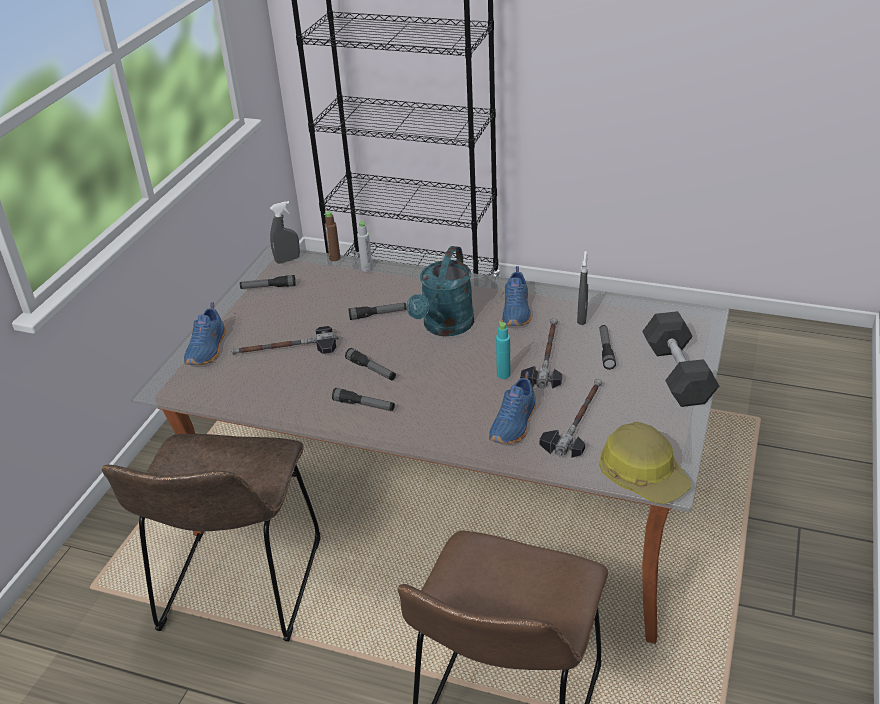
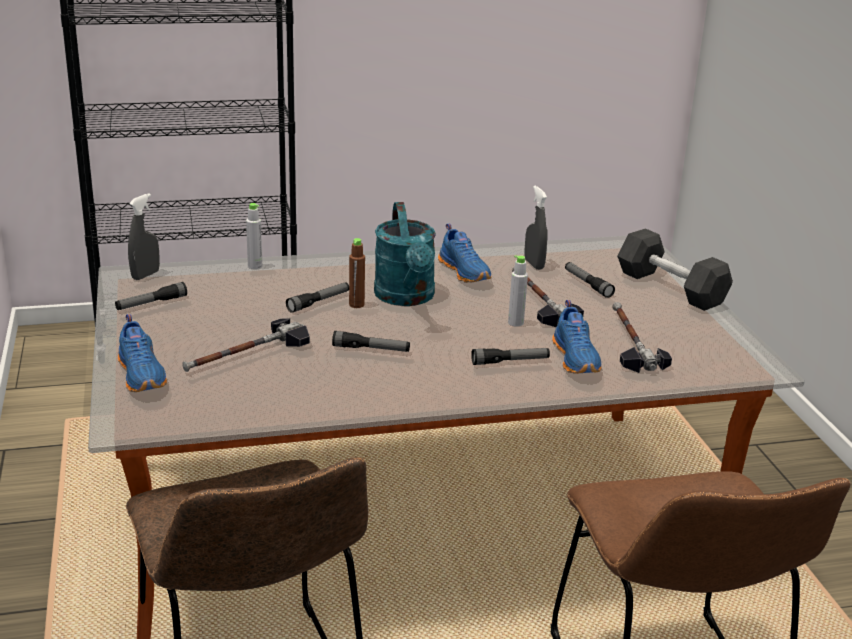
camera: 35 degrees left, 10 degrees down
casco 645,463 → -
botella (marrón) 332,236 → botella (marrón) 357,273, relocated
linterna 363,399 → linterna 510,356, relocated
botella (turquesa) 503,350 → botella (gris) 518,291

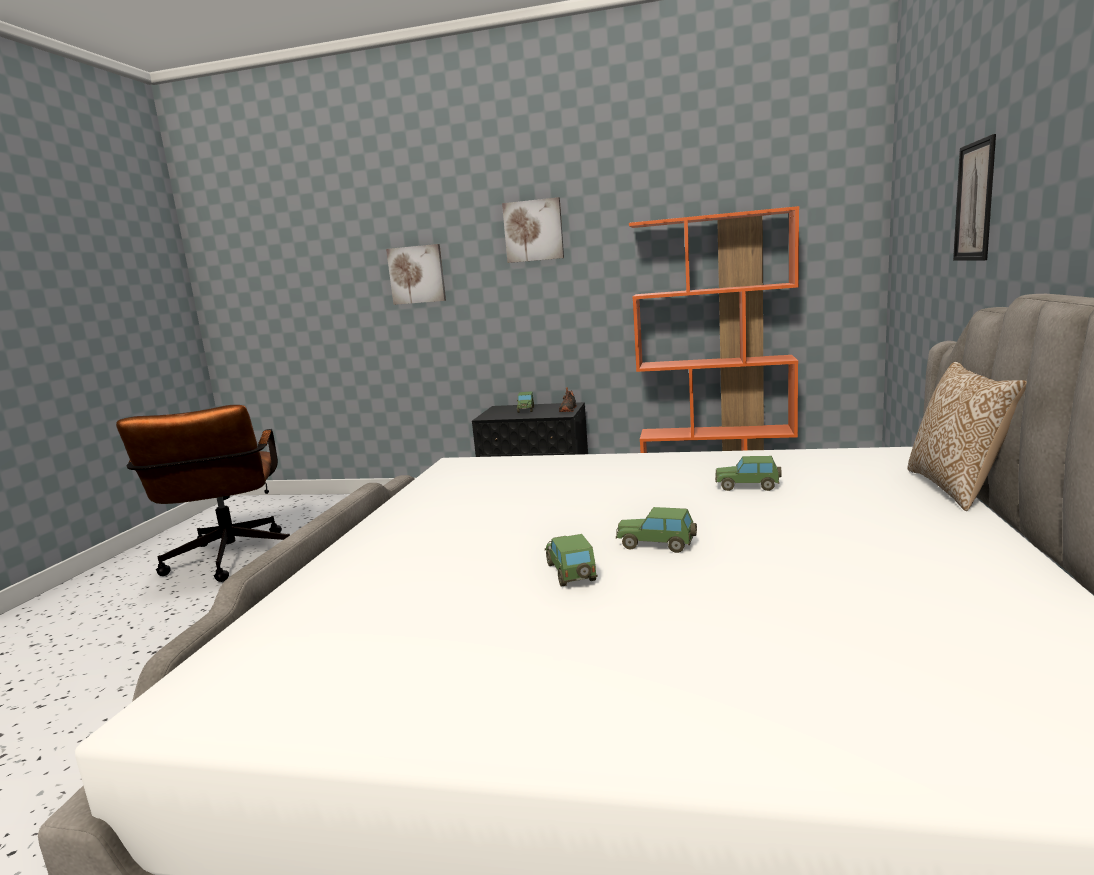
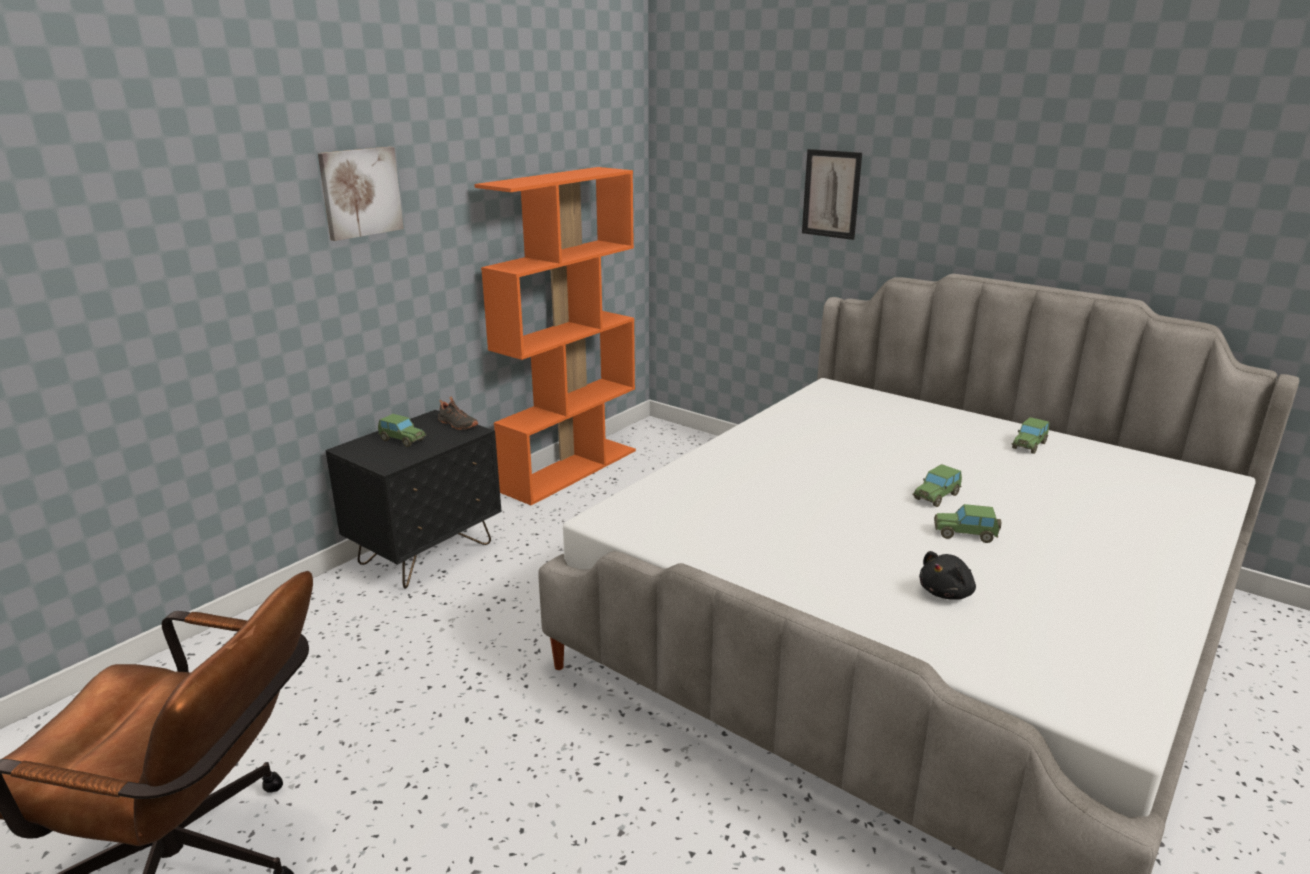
camera: 65 degrees left, 10 degrees up
cuadro 416,274 → -
cojín 967,436 → -
- → peluche (negro) 947,575
coche de juguete 748,473 → coche de juguete 1030,435, relocated

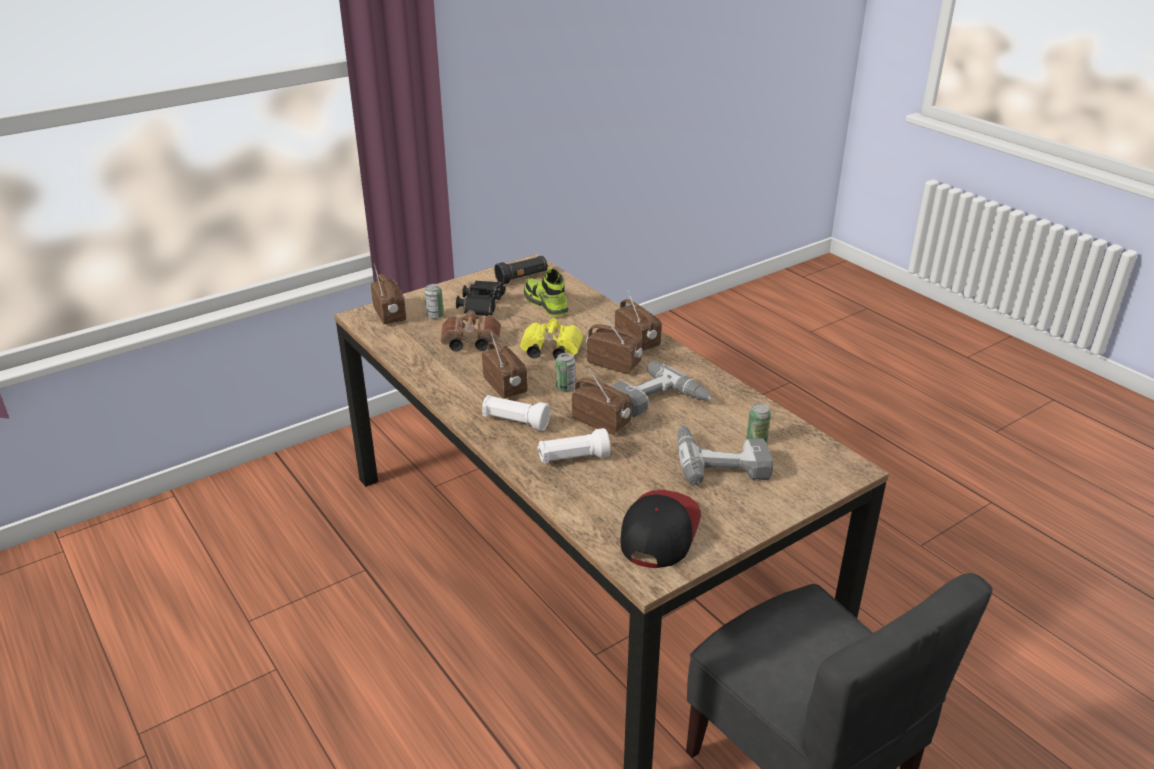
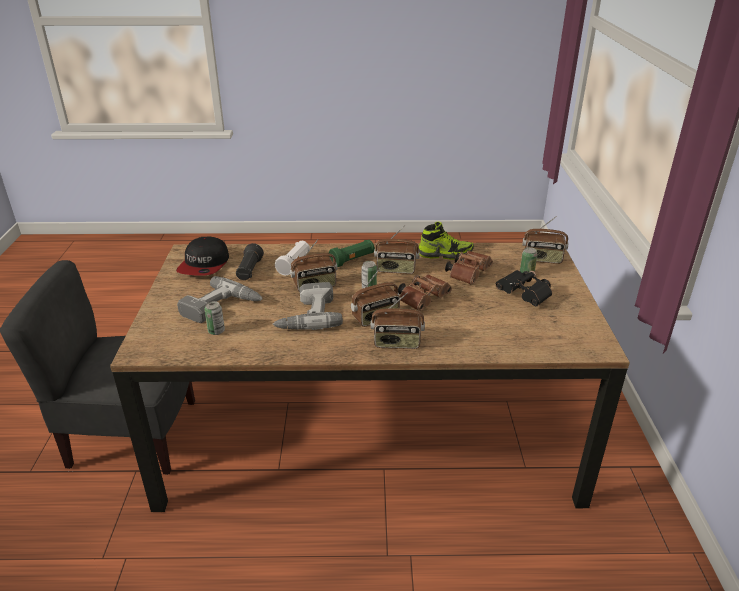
camera: 125 degrees right, 0 degrees up
linterna (negro) 521,270 → linterna (negro) 250,261, relocated
zapato 546,292 → zapato 446,240, relocated
linterna (blanco) 516,413 → linterna (verde) 352,253
prismáticos (amarillo) 552,338 → prismáticos (marrón) 425,292
gorra 660,529 → gorra 202,256, 45 degrees clockwise

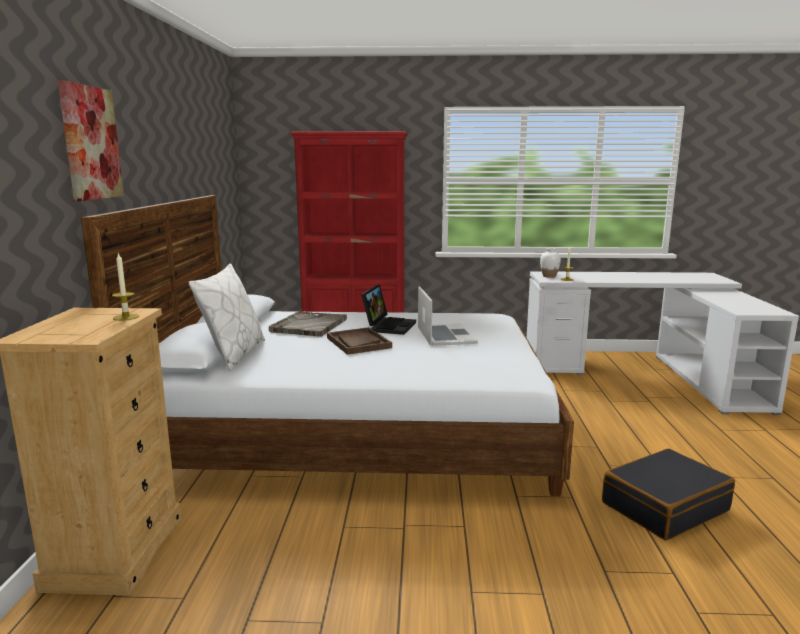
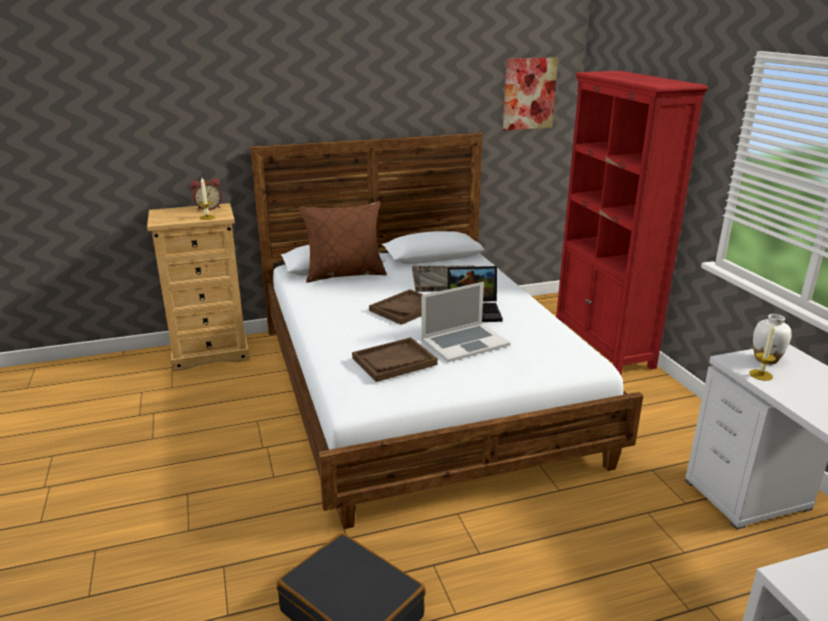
camera: 70 degrees right, 10 degrees up
- → despertador 206,194
- → bandeja (marrón) 395,359
cuadro 91,140 → cuadro 530,94, relocated
cojín (blanco) 227,317 → cojín (marrón) 343,242

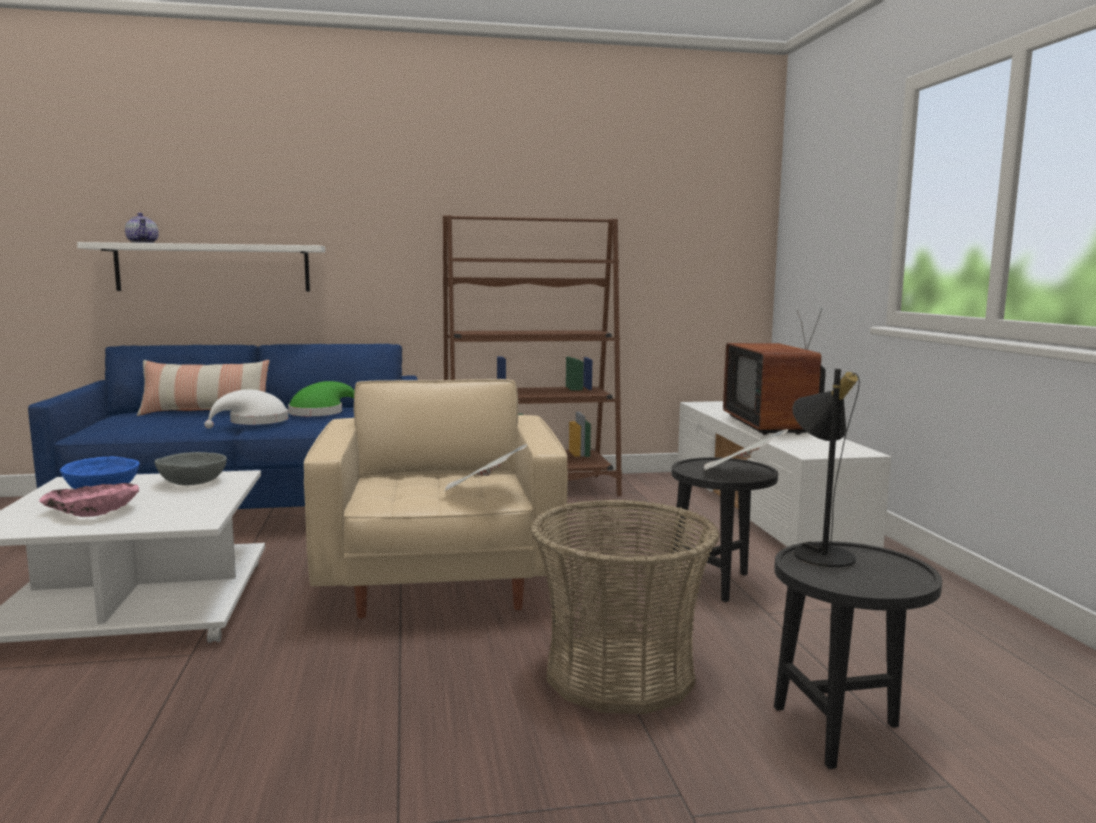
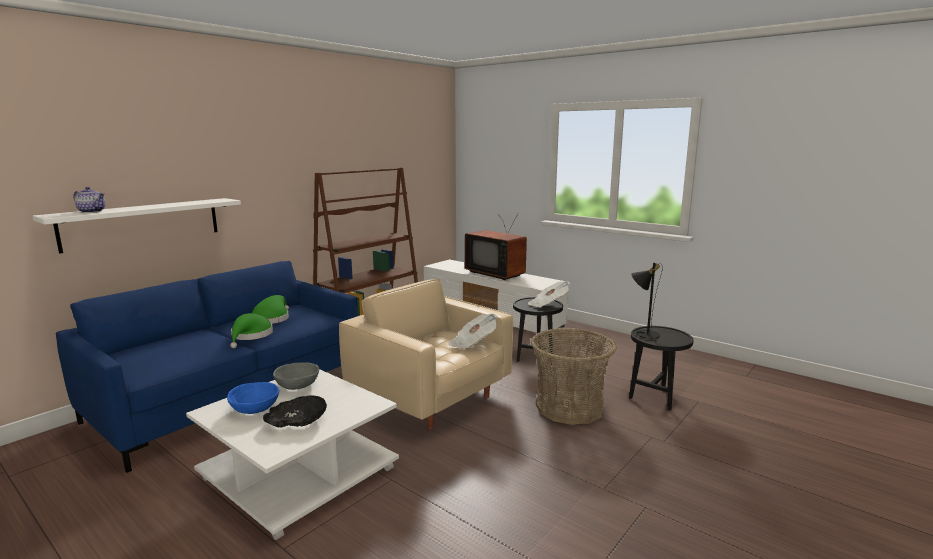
camera: 40 degrees left, 5 degrees up
cojín 203,388 → -
cuenco (rosa) 89,500 → cuenco (negro) 295,411
sombrero (blanco) 246,408 → sombrero (verde) 251,330

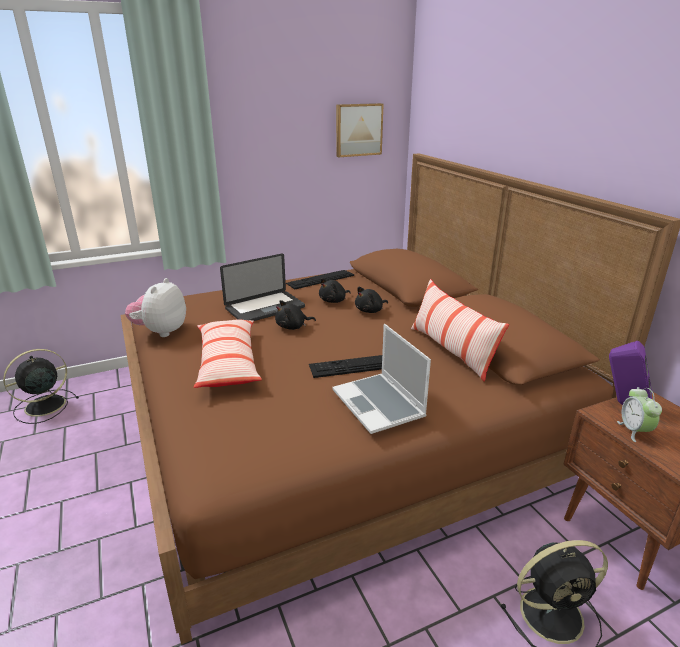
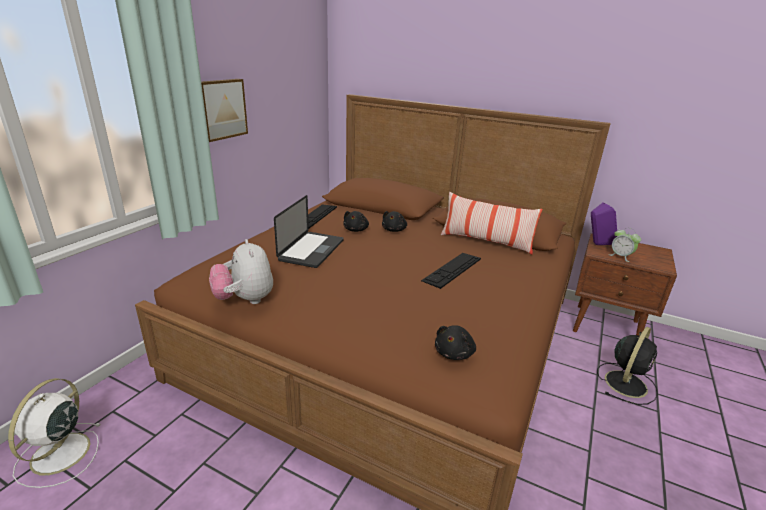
camera: 40 degrees left, 0 degrees up
cojín 228,353 → -
portátil 381,379 → -
peluche (negro) 295,315 → peluche (negro) 455,342, relocated
cuadro 360,130 → cuadro 224,110, relocated
ventilador (negro) 41,386 → ventilador (blanco) 54,433

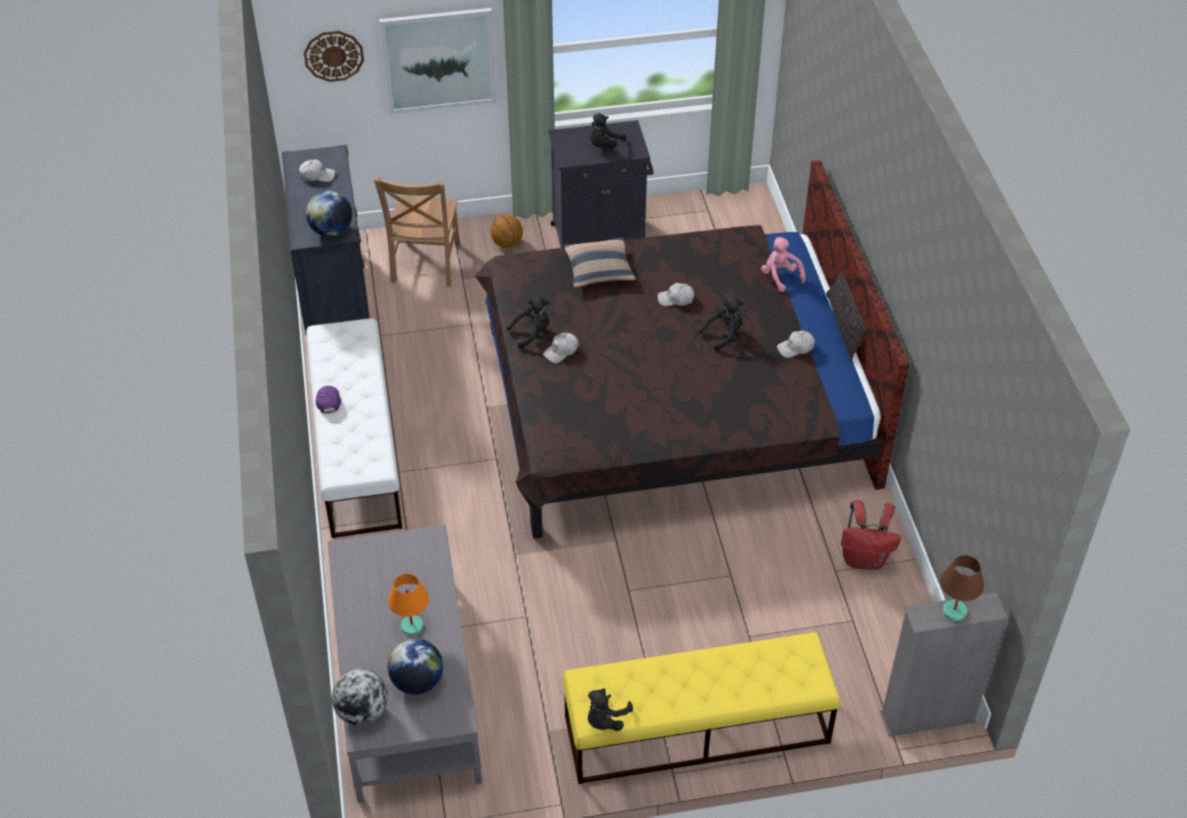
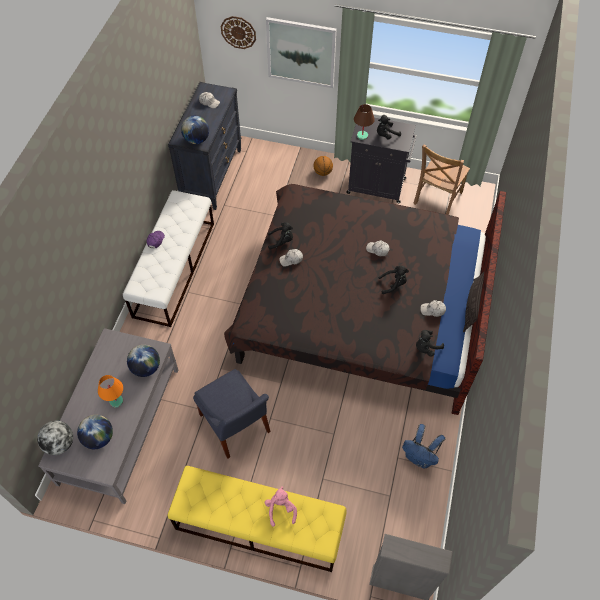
camera: 25 degrees right, 10 degrees up
cojín 600,262 → -
- → globo terráqueo 143,361
- → silla (azul) 232,414
silla (marrón) 417,232 → silla (marrón) 441,179, relocated
peluche (negro) 610,709 → peluche (negro) 430,343, relocated
peluche (rosa) 783,264 → peluche (rosa) 281,507, relocated
lámpara de mesa (marrón) 962,588 → lámpara de mesa (marrón) 364,122, relocated
mochila (rojo) 871,535 → mochila (azul) 423,446

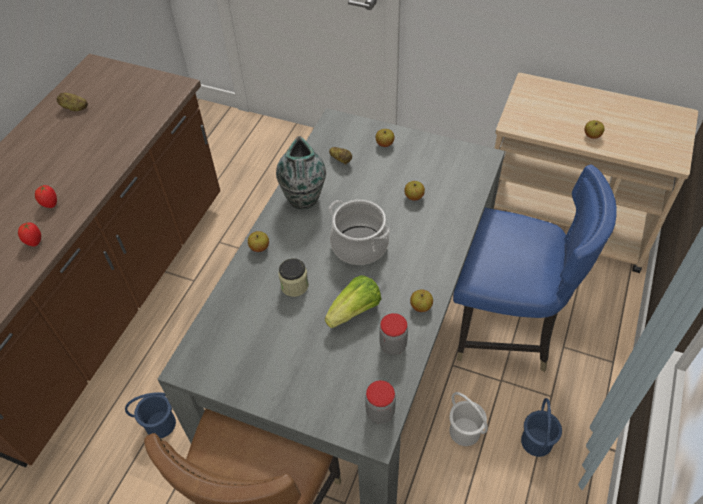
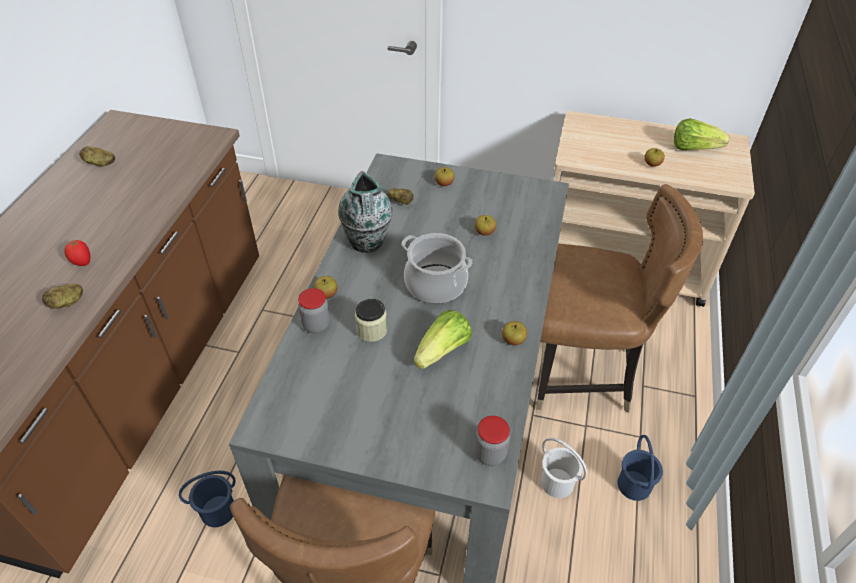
camera: 10 degrees left, 5 degrees down
- → lechuga 701,134
tarro 394,334 → tarro 314,310, relocated
tomate 29,235 → patata 62,296
silla (azul) 535,268 → silla (marrón) 619,298

